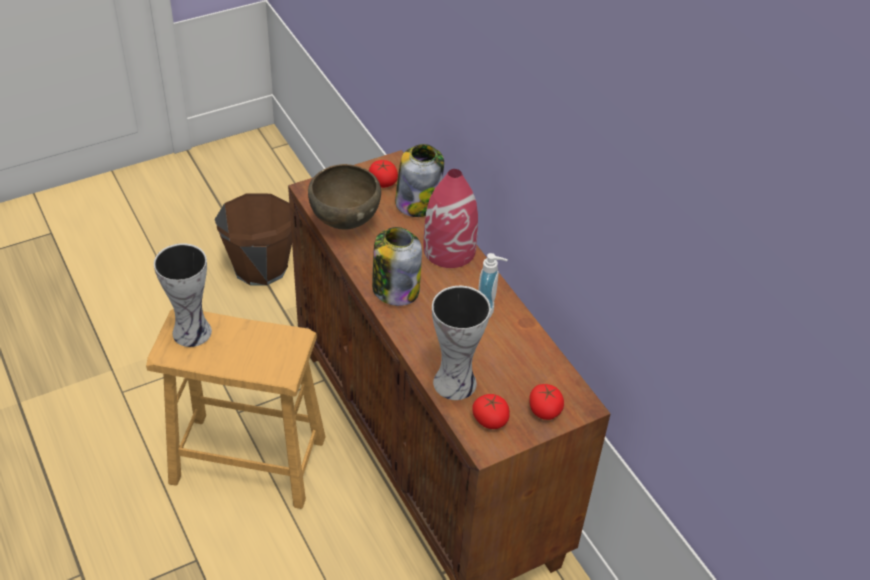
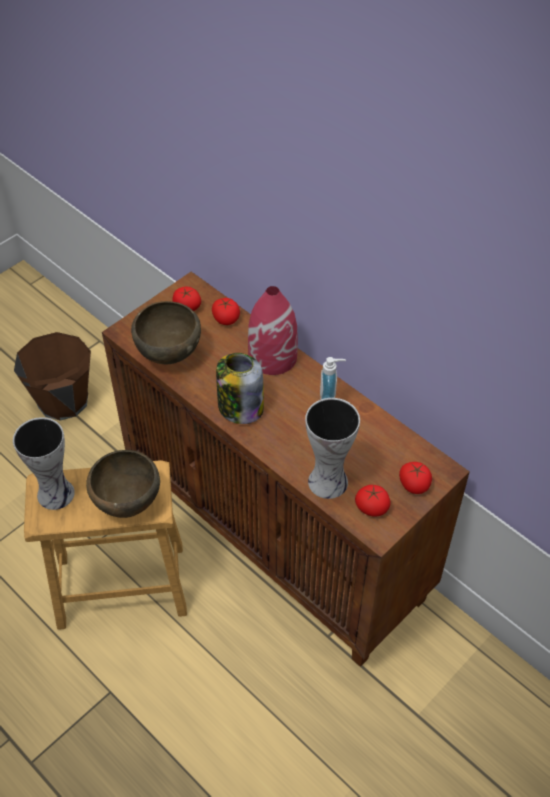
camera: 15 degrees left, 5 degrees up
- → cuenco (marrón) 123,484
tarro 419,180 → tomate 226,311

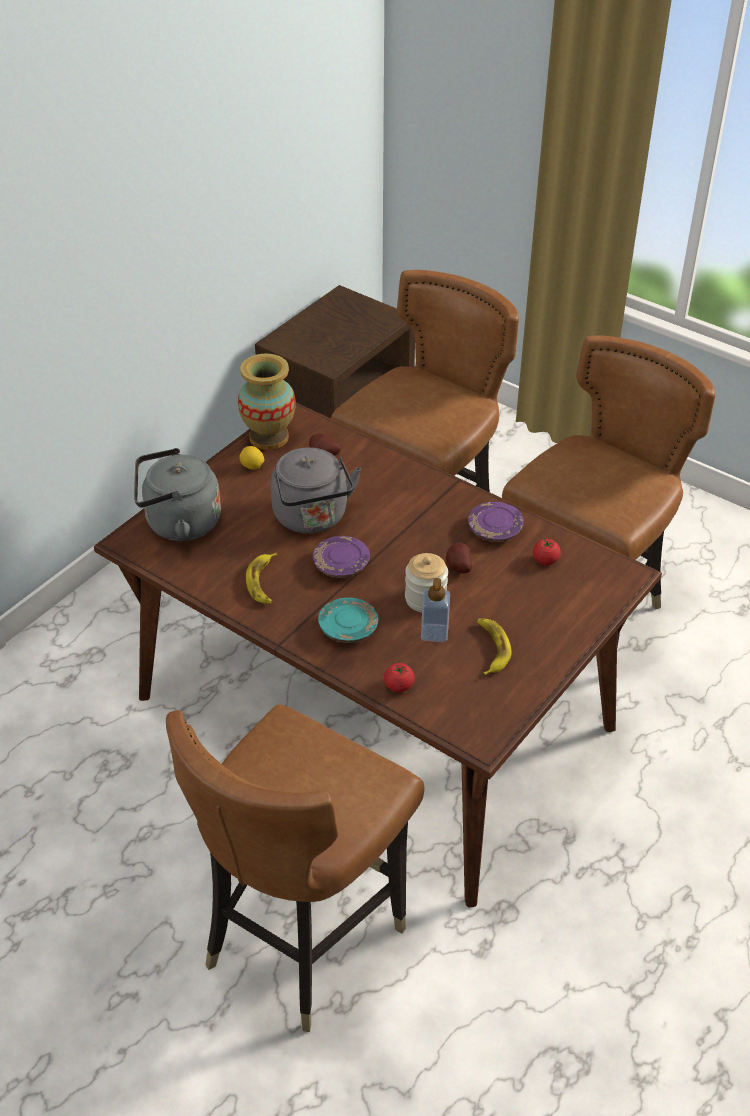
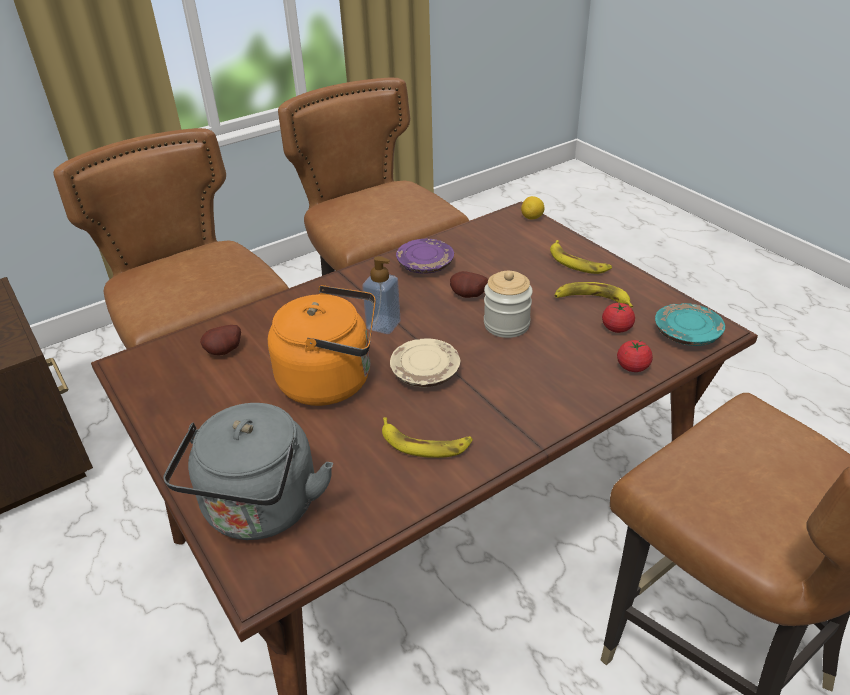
camera: 70 degrees left, 5 degrees down
florero 267,401 → -
- → plátano 581,257
limón 251,457 → limón 533,207, relocated
plato (turquesa) 348,620 → plato (turquesa) 690,324, relocated
dispensador de jabón 435,610 → dispensador de jabón 381,295, relocated
tomate 547,552 → tomate 618,318, relocated
hervidor (gris) 316,490 → hervidor (naranja) 322,345
plato (morado) 341,557 → plato (beis) 425,362

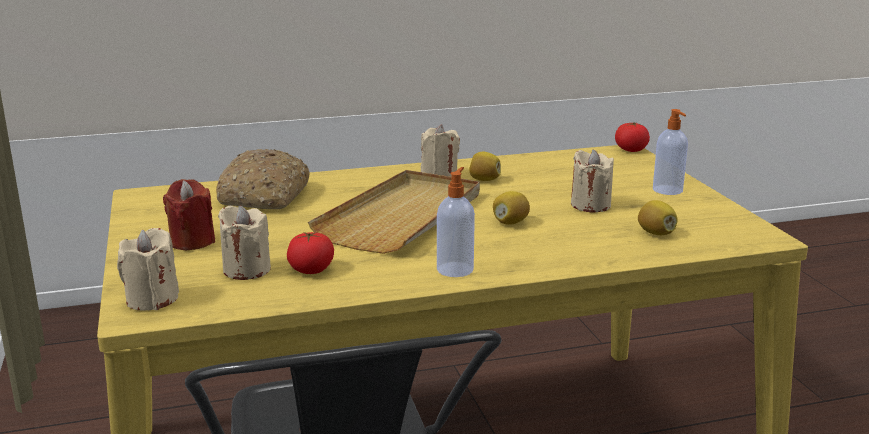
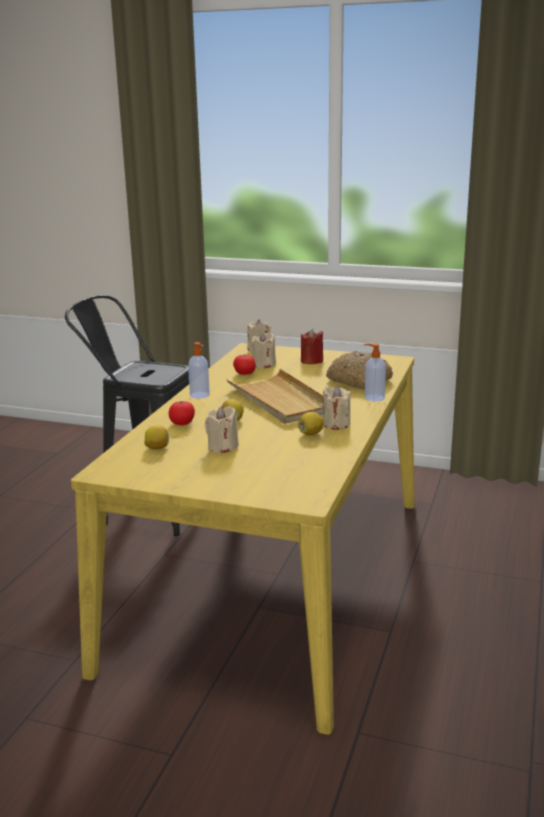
camera: 125 degrees right, 0 degrees up
tomate 632,137 → tomate 182,413, relocated
dispensador de jabón 670,152 → dispensador de jabón 375,372, relocated

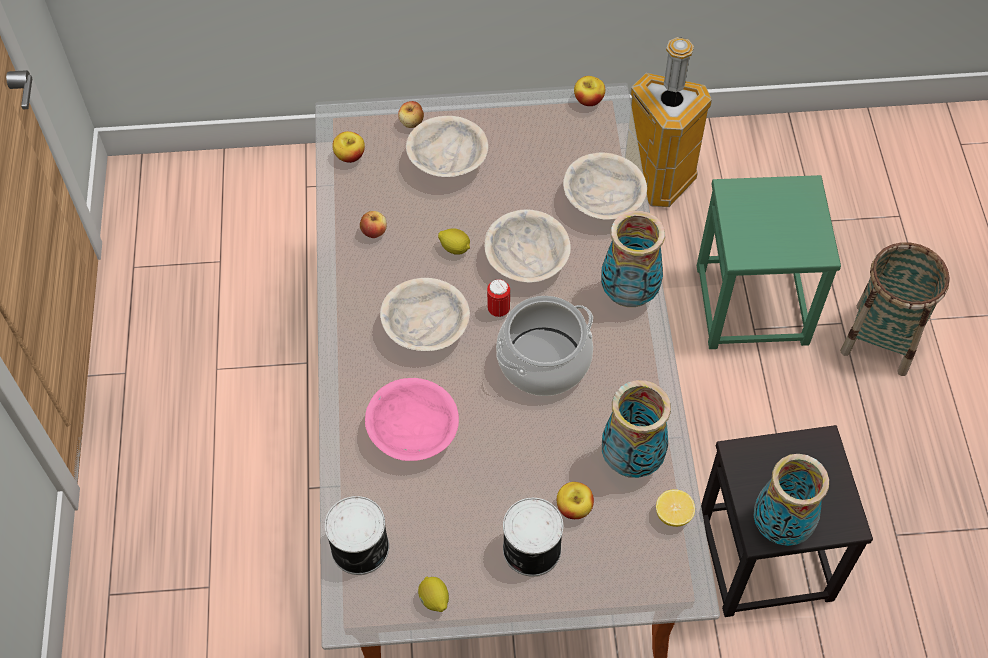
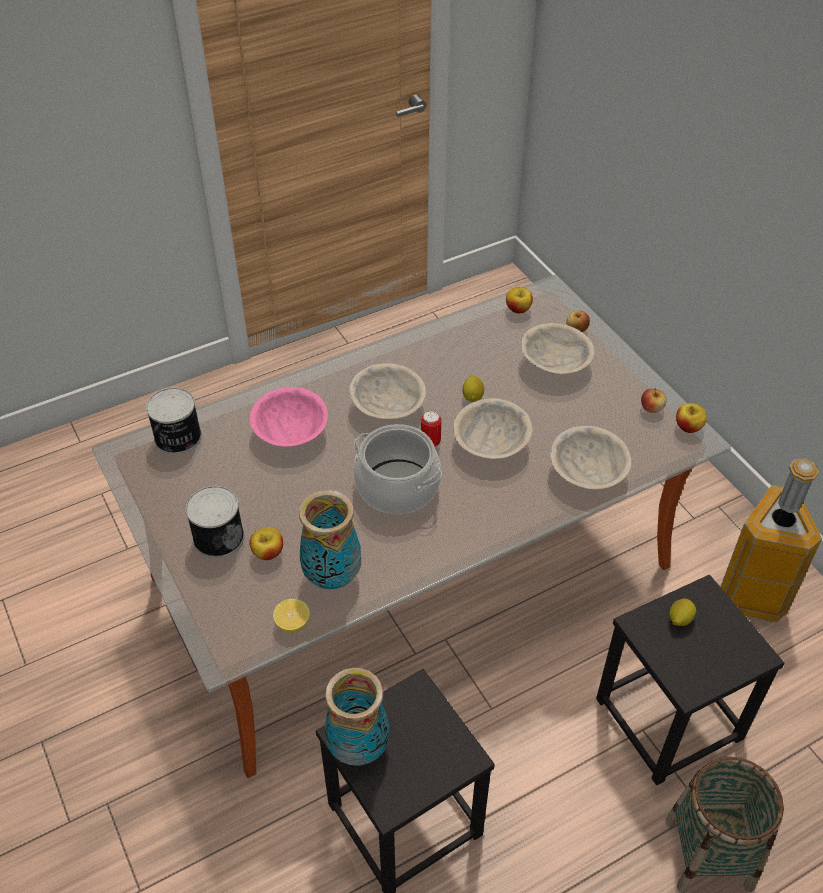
camera: 65 degrees right, 10 degrees down
florero 633,259 → -
manzana 373,224 → manzana 653,401, relocated
limón 433,594 → limón 682,612, relocated
taburete (verde) 769,262 → taburete (negro) 690,680

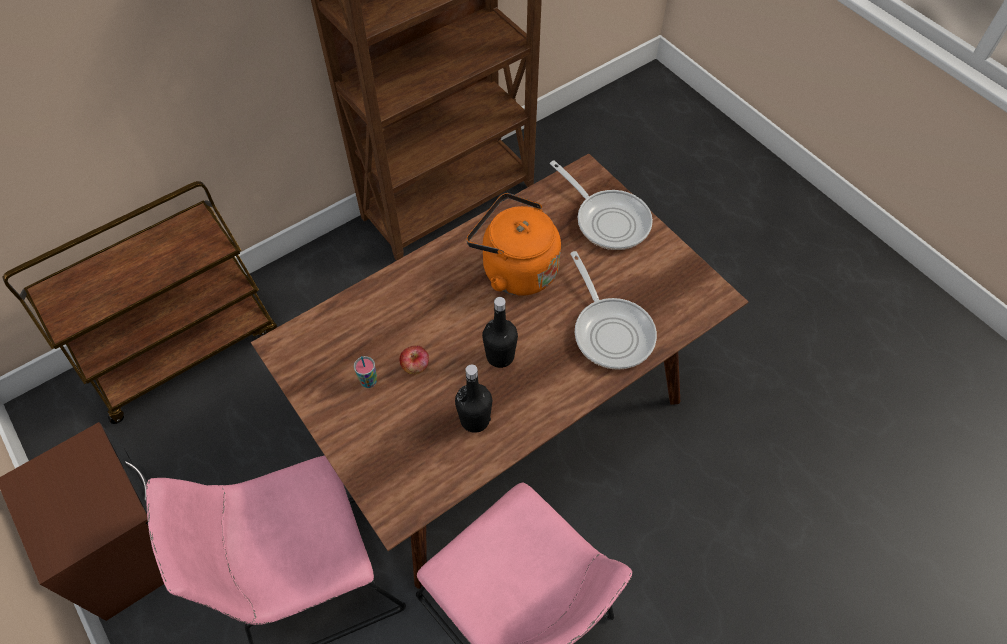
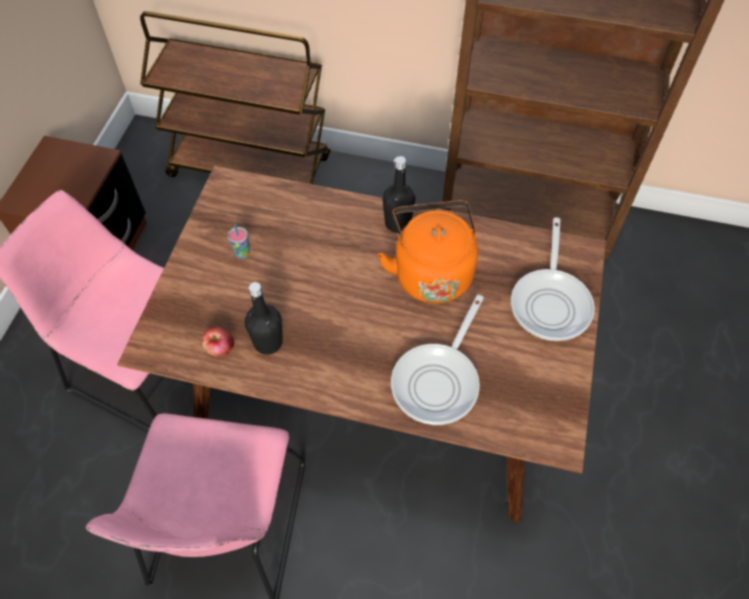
camera: 50 degrees right, 0 degrees up
manzana 414,359 → manzana 218,342, relocated
botella (negro) 500,332 → botella (negro) 398,194, relocated

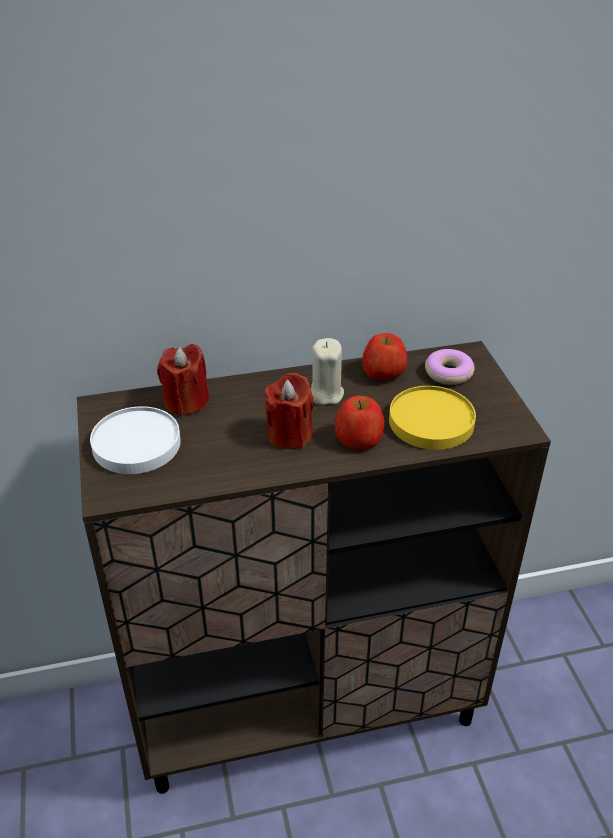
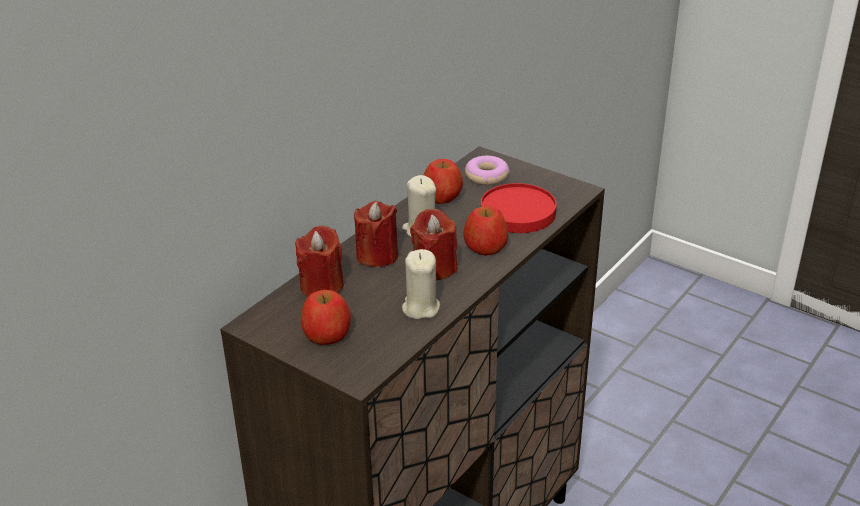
camera: 40 degrees left, 5 degrees down
- → vela (rojo) 376,234
- → vela (beis) 421,284
plato (blanco) 135,440 → manzana 326,317
plato (amarillo) 432,418 → plato (rojo) 519,208

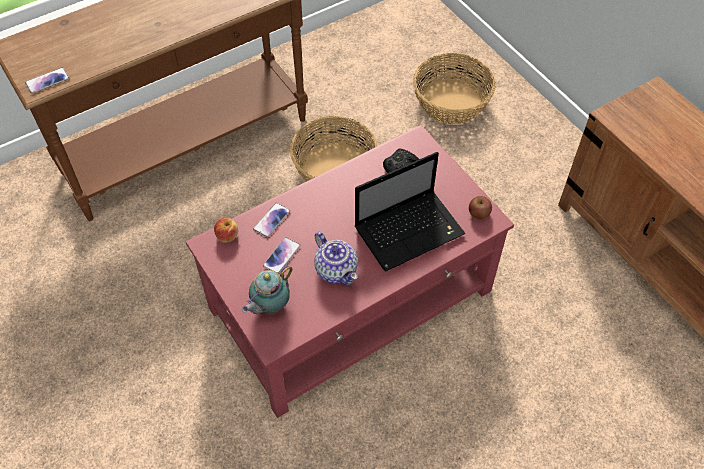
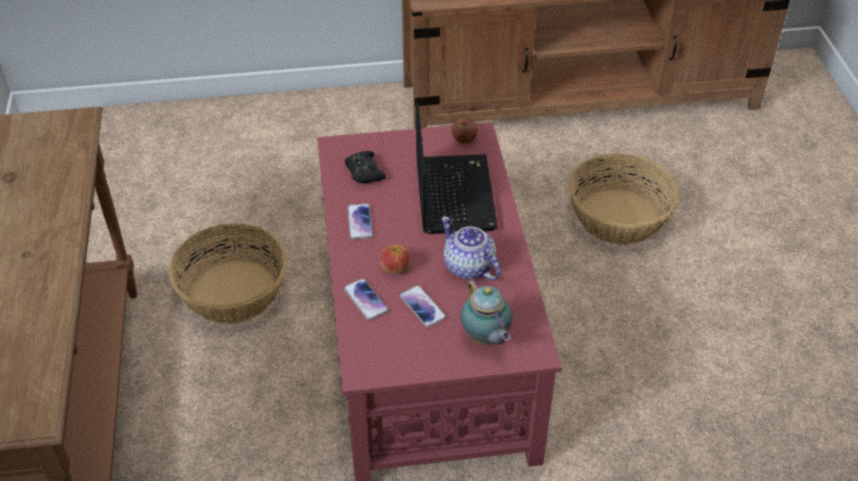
camera: 65 degrees left, 10 degrees down
móvil 47,81 → móvil 360,222, relocated
manzana 226,230 → manzana 395,259, relocated
cesta 454,88 → cesta 624,199, relocated
tetera 336,258 → tetera 471,248, 120 degrees counterclockwise

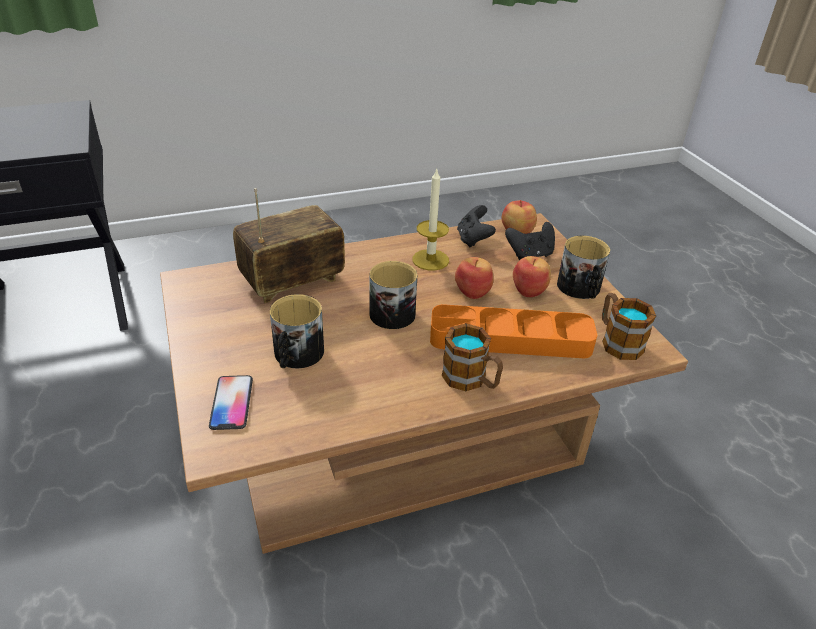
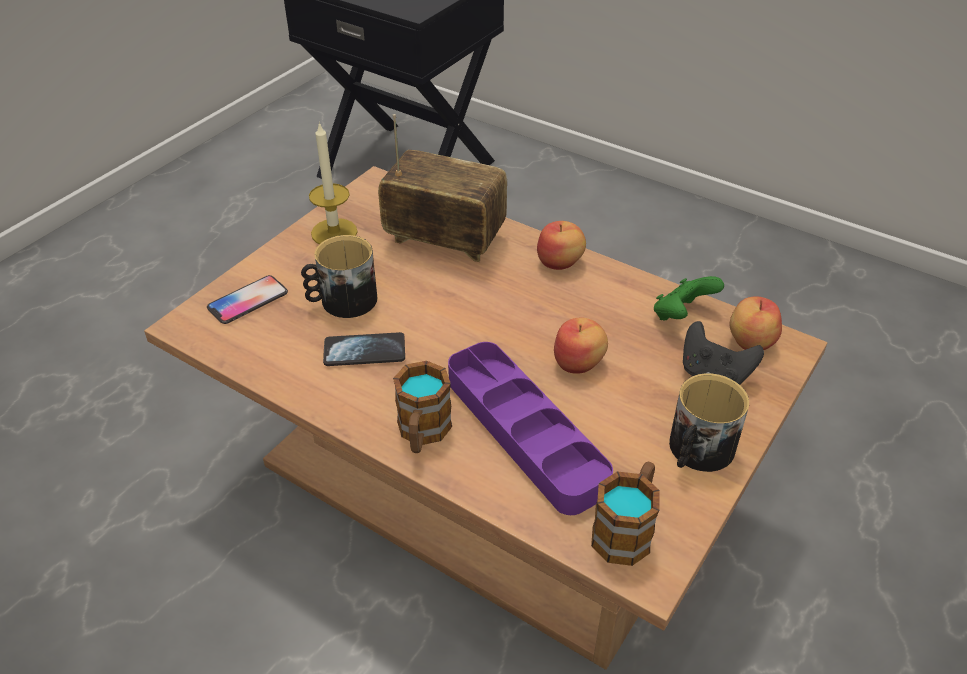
camera: 55 degrees right, 5 degrees up
taza grande 393,295 → -
- → móvil 364,349
vela 430,220 → vela 333,183, relocated
manzana 532,276 → manzana 561,245, relocated
bandeja (naranja) 513,331 → bandeja (morado) 530,428
mando de consola (negro) 476,226 → mando de consola (verde) 689,298

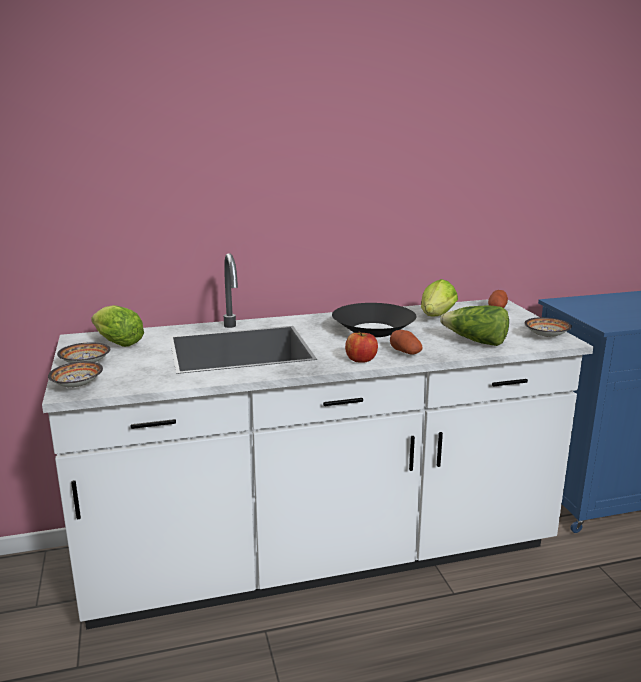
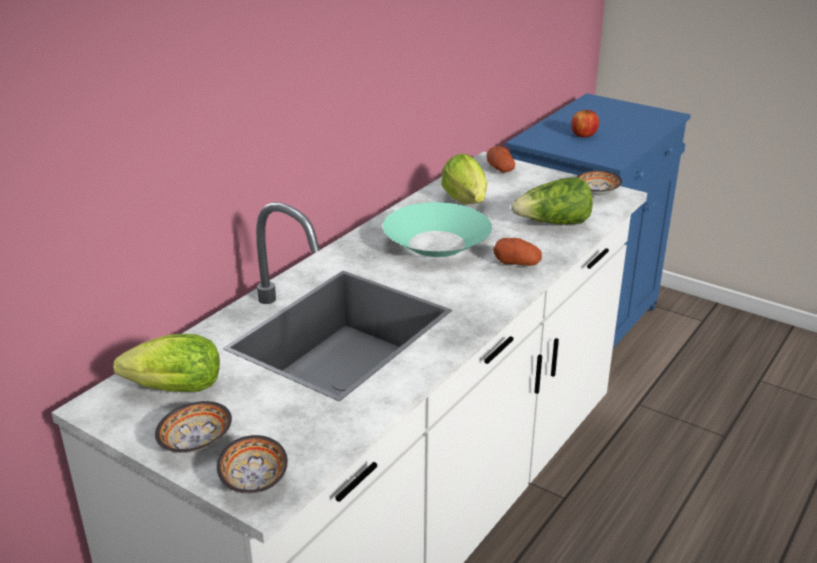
camera: 40 degrees left, 10 degrees up
manzana 361,347 → manzana 585,123, relocated
cuenco (negro) 374,320 → cuenco (turquesa) 437,229

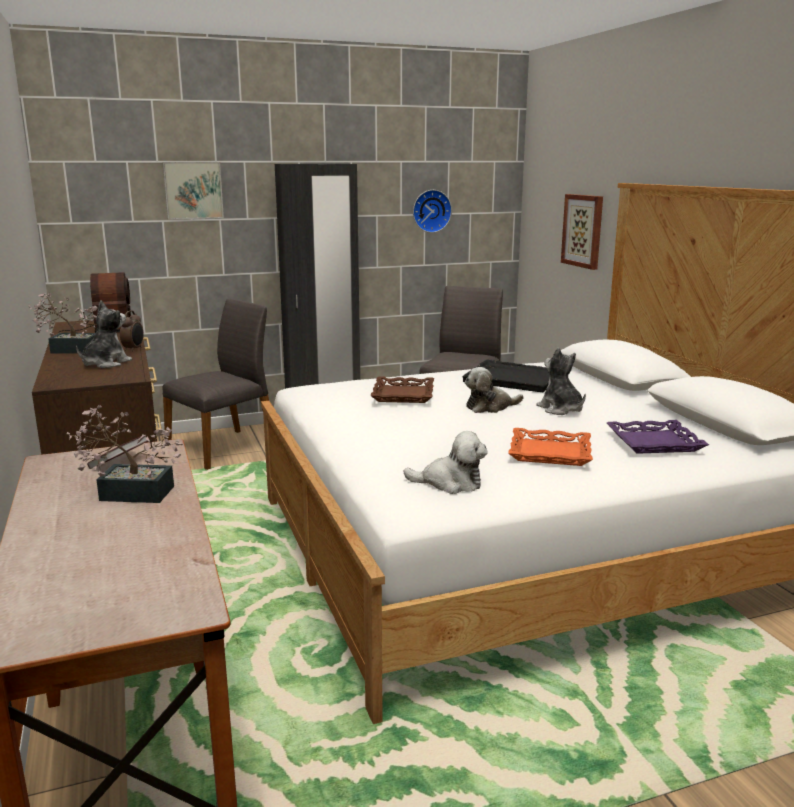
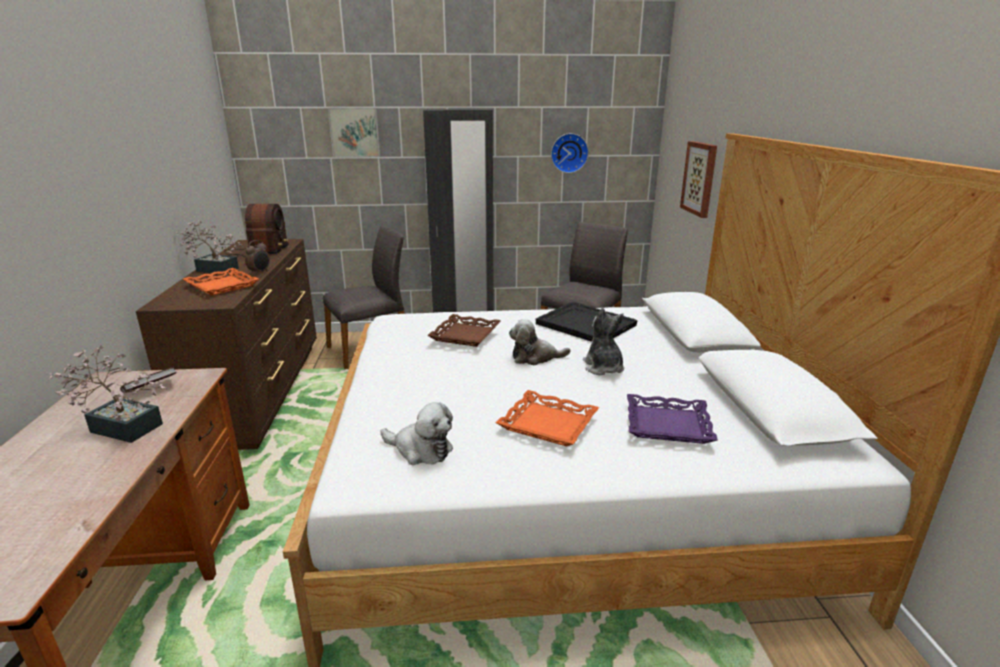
camera: 15 degrees right, 5 degrees up
peluche 104,334 → bandeja (naranja) 221,282

